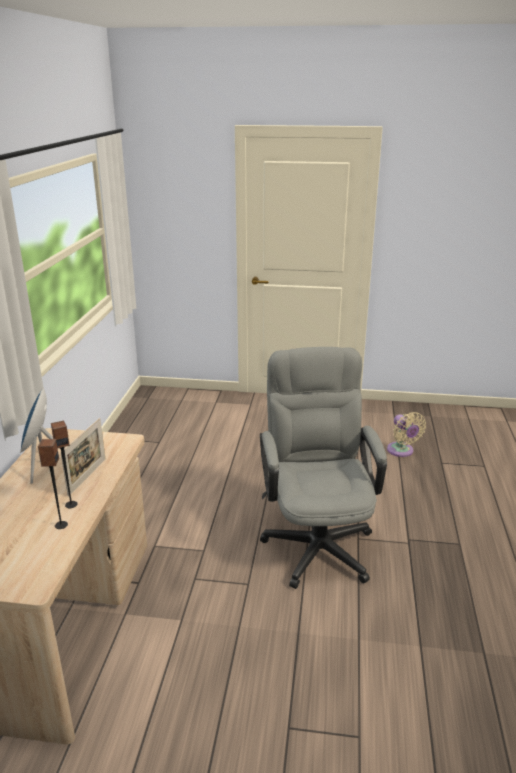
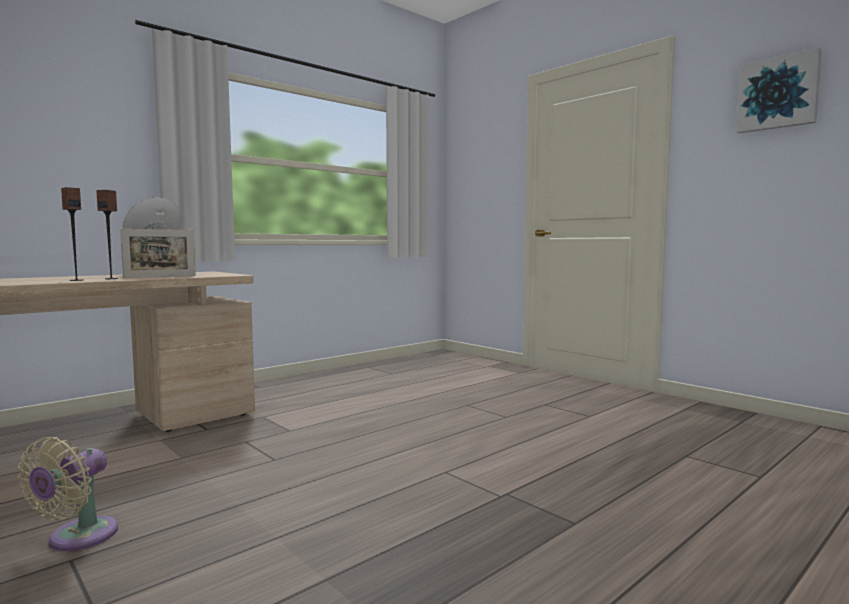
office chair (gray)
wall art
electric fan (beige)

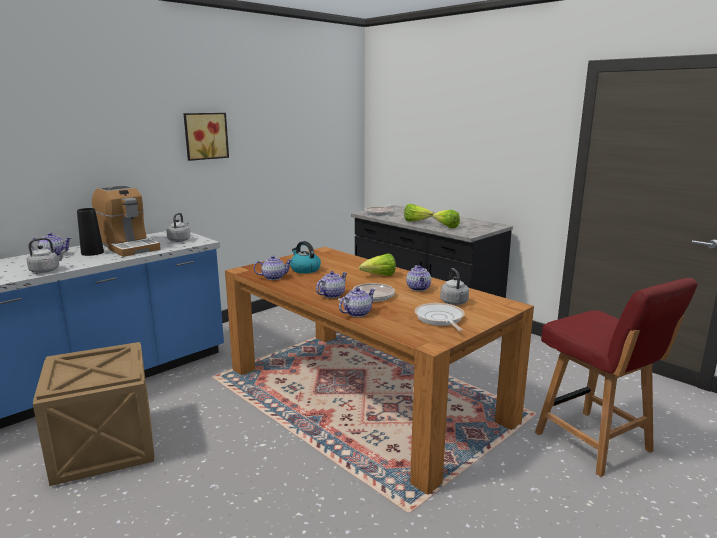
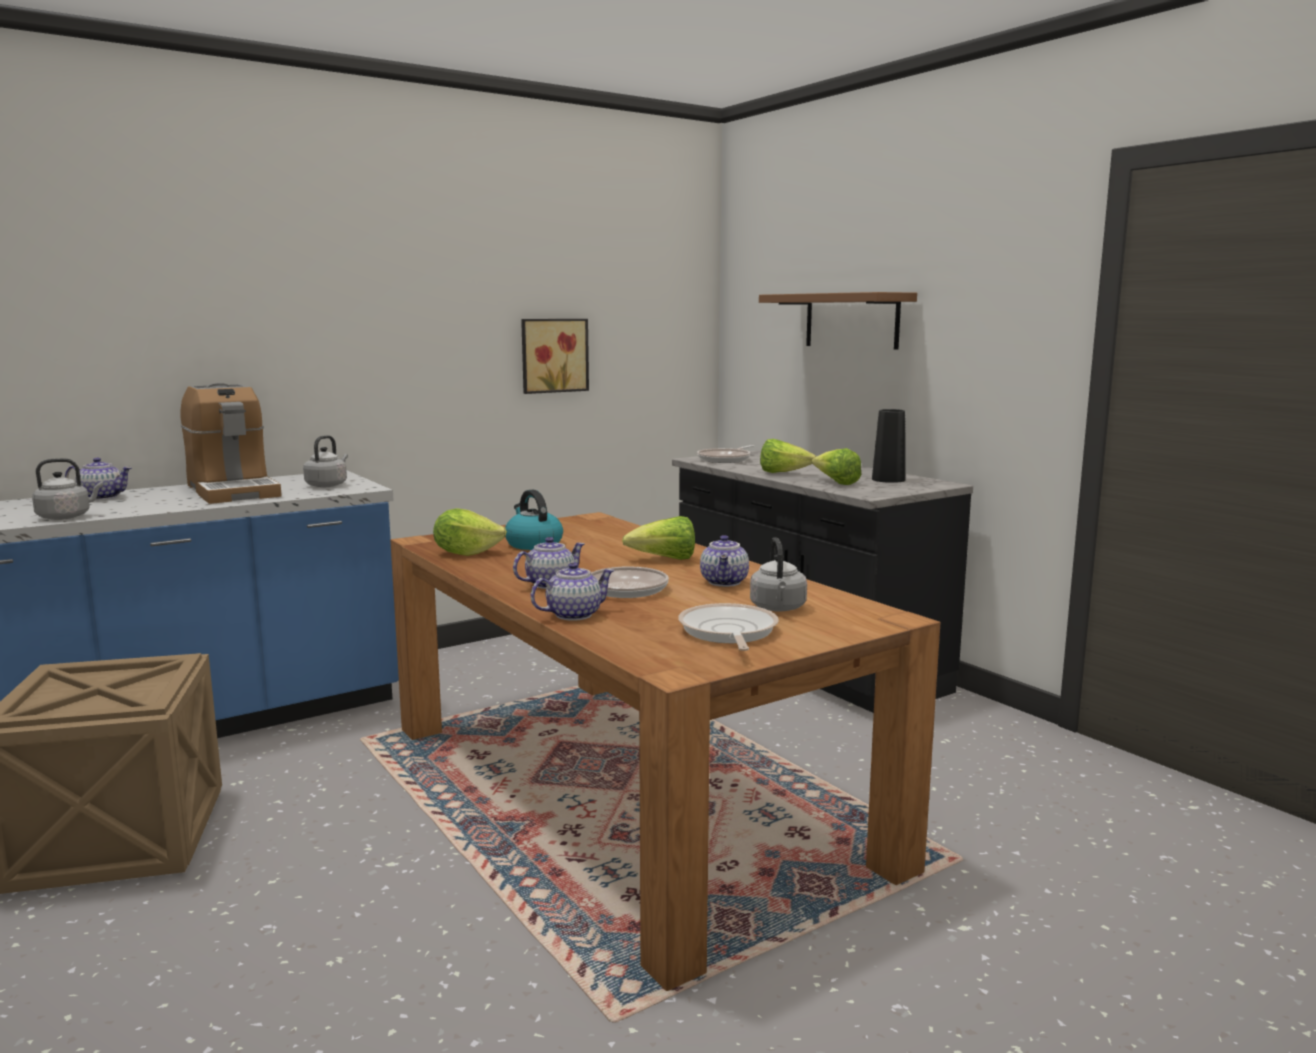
upright chair (red-coloured)
bracket shelf (brown-coloured)
vase (blackish)
wall art
head of lettuce (1st from left)

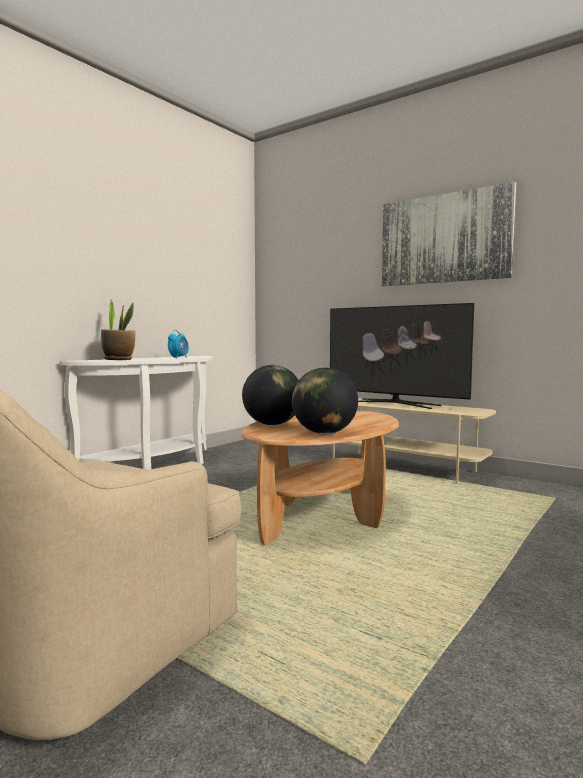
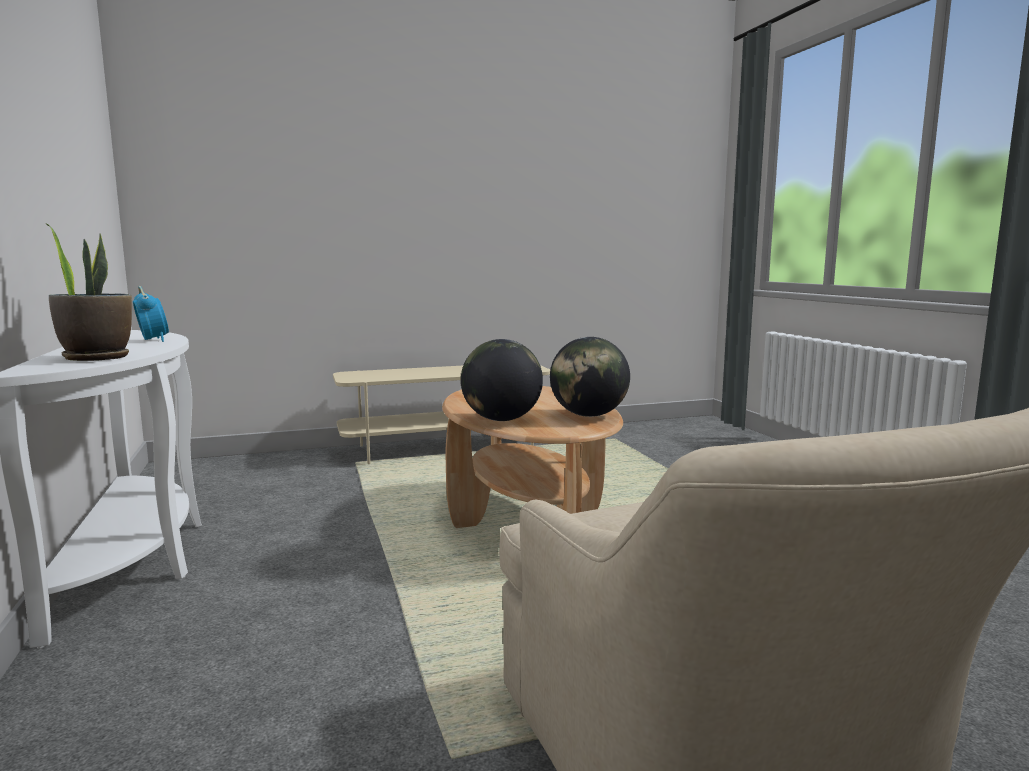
TV
wall art

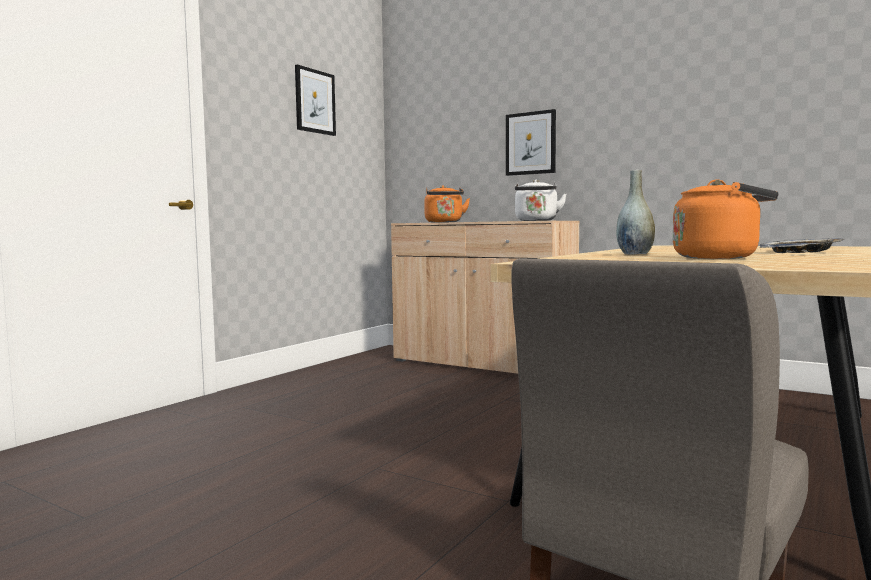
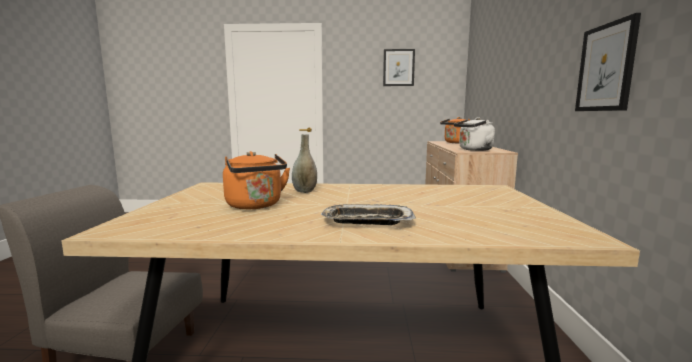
wall art (2nd from left)

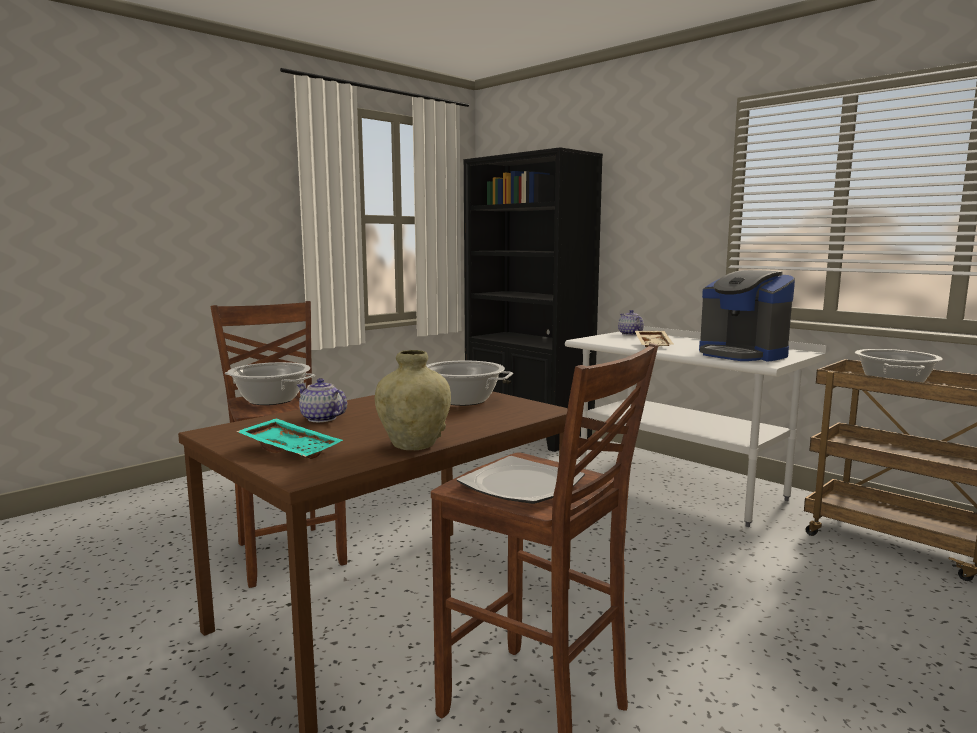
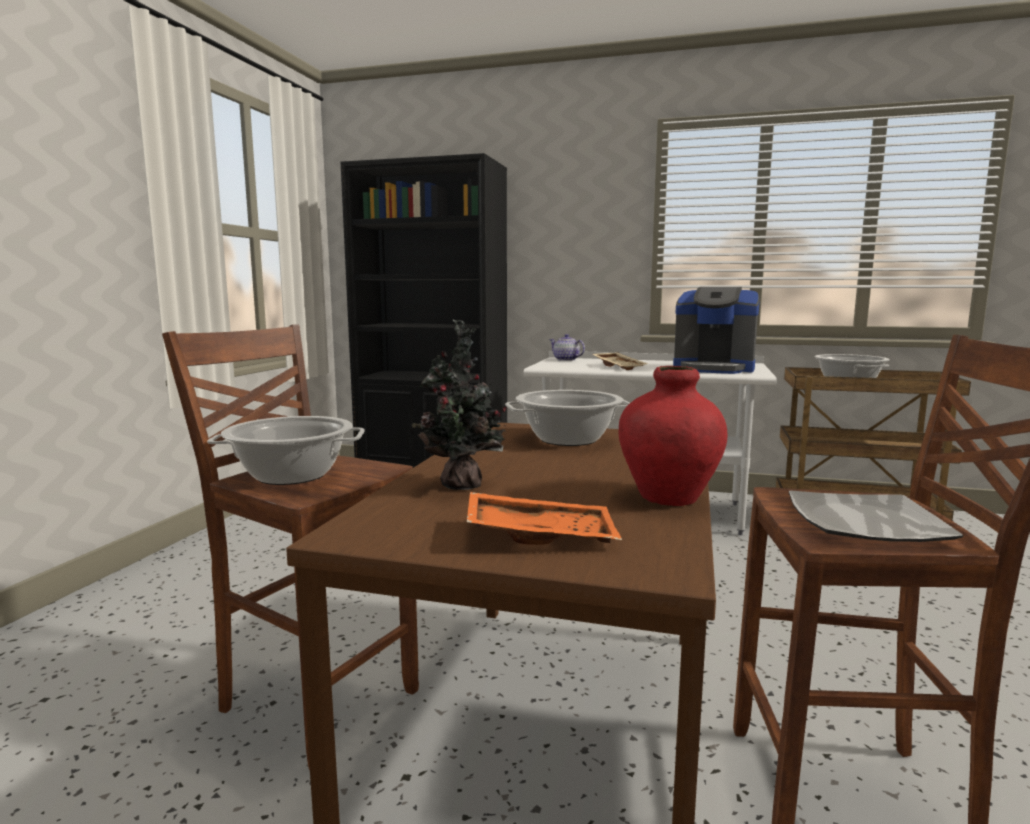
houseplant
serving tray (orange)
vase (red-coloured)

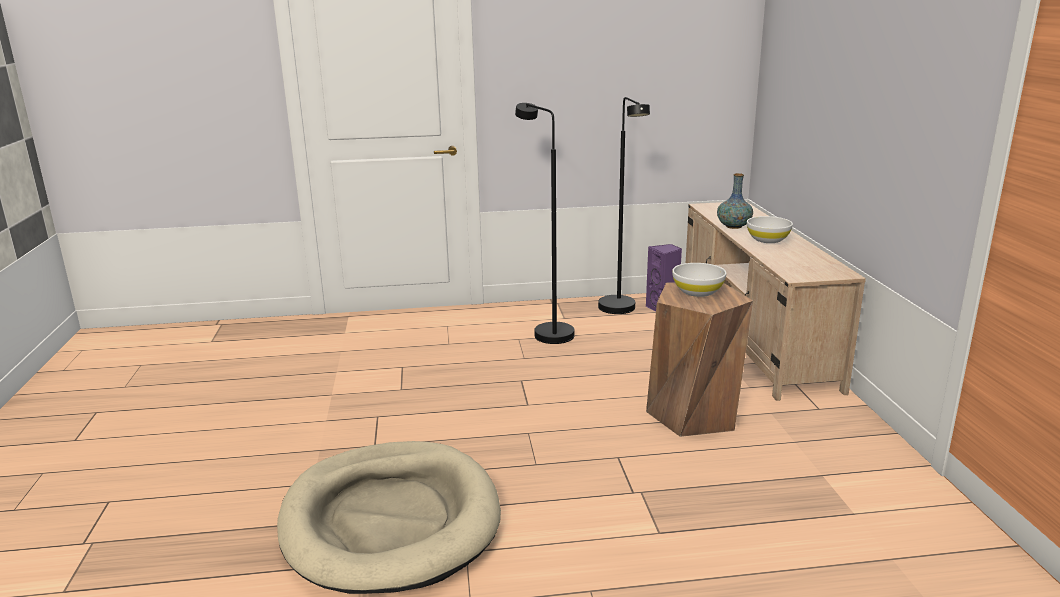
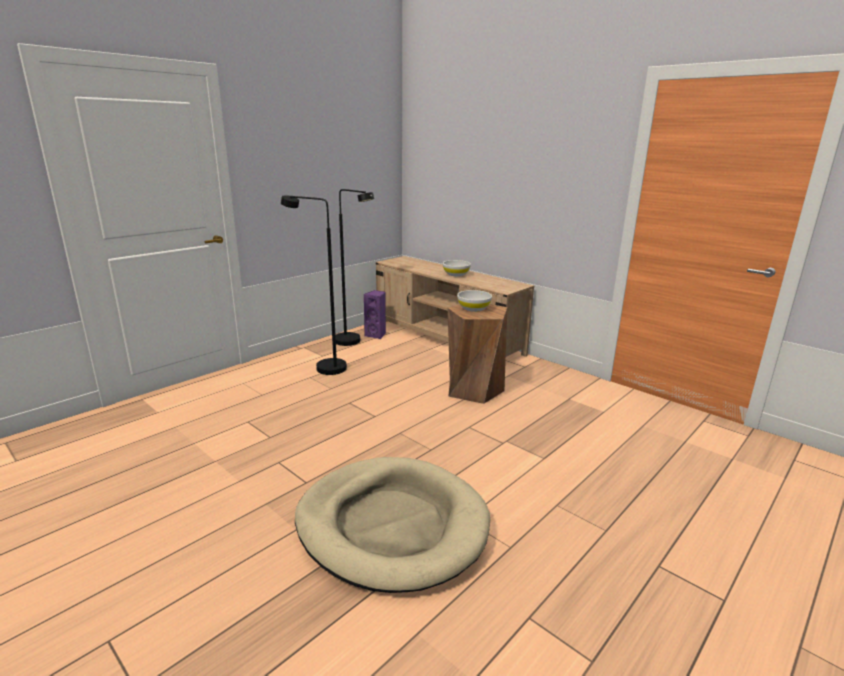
vase

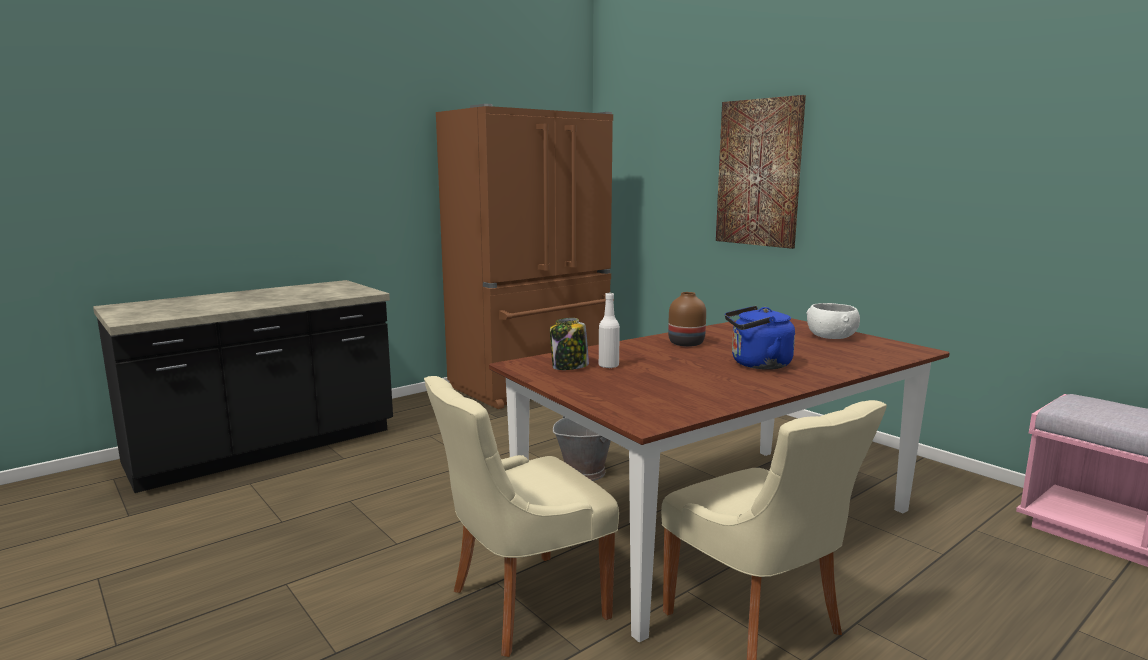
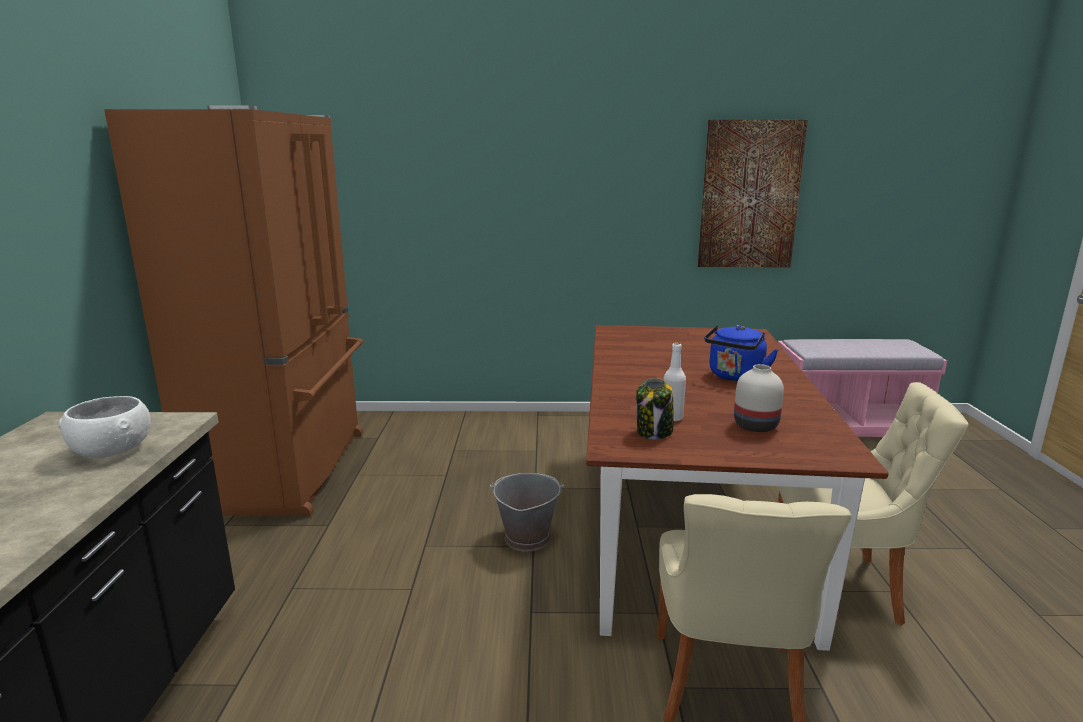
vase (brown-coloured)
vase (whitish)
wall art
bowl (whitish)

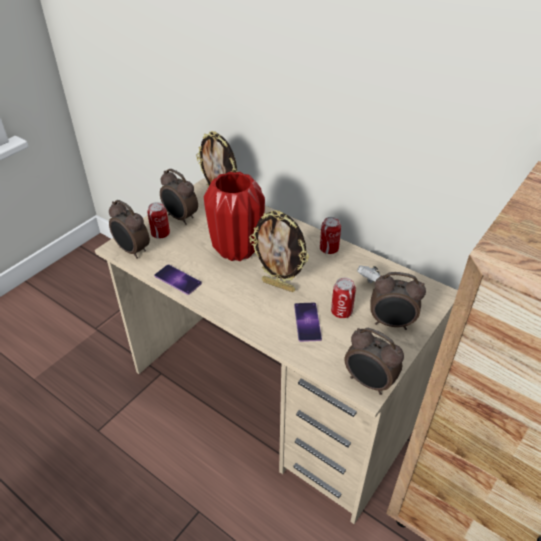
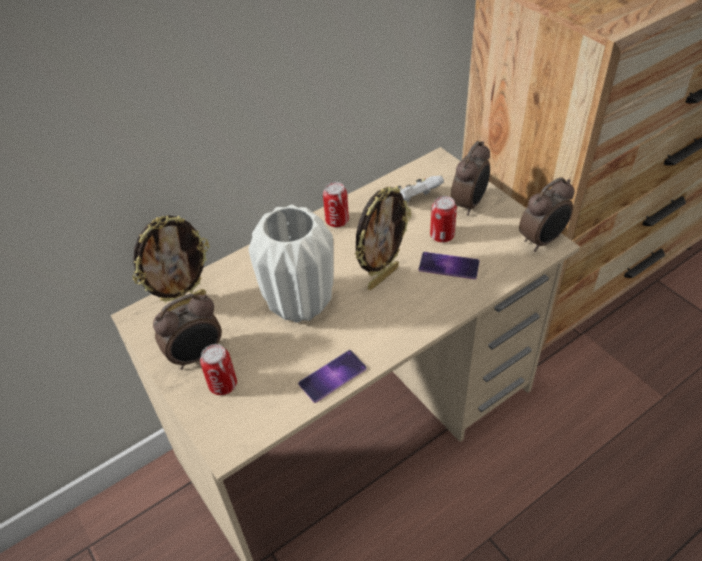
bedside clock (1st from left in the first image)
vase (whitish)

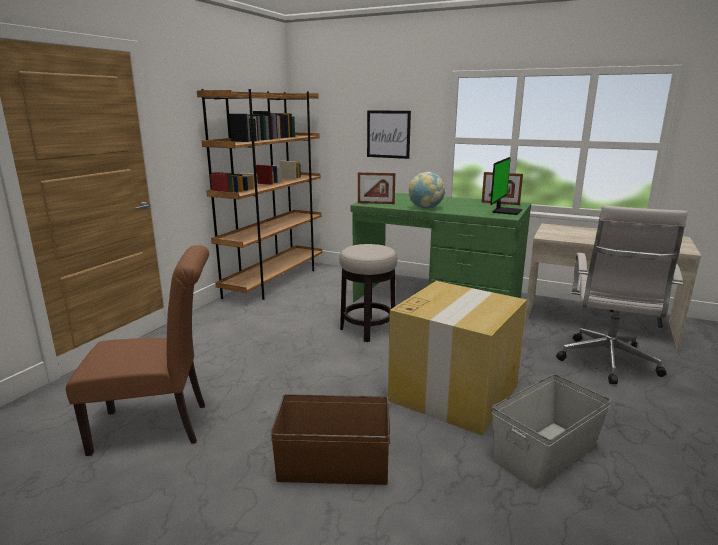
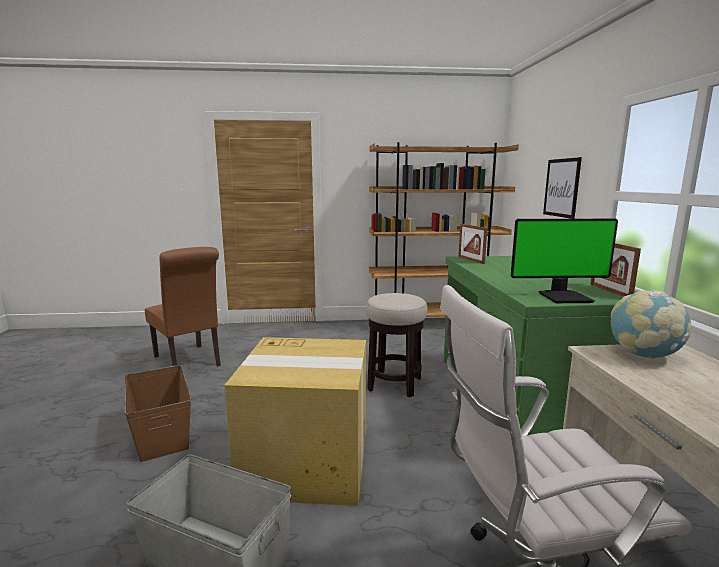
world globe

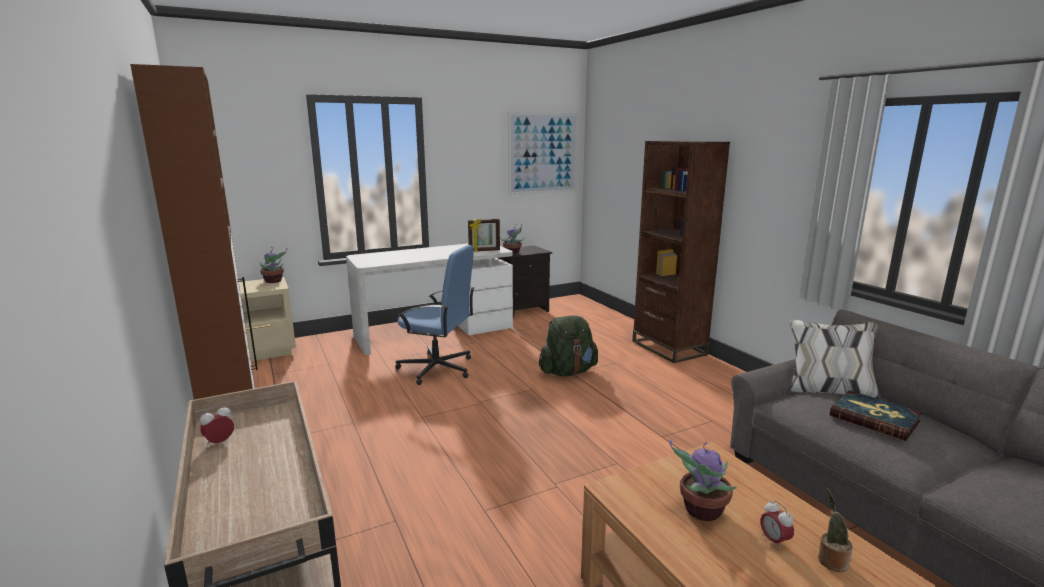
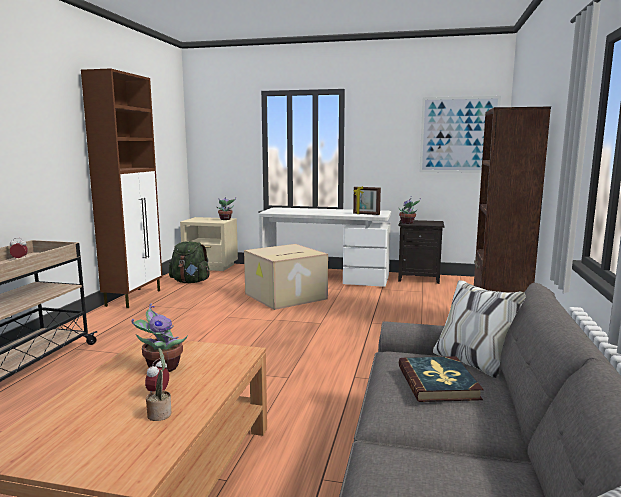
rucksack (green-coloured)
cardboard box

